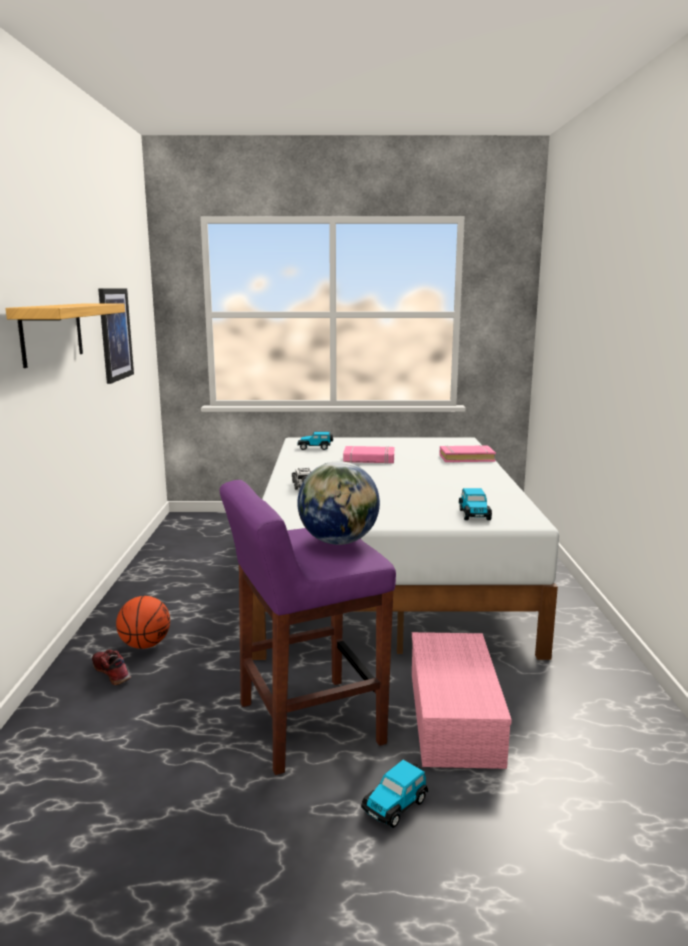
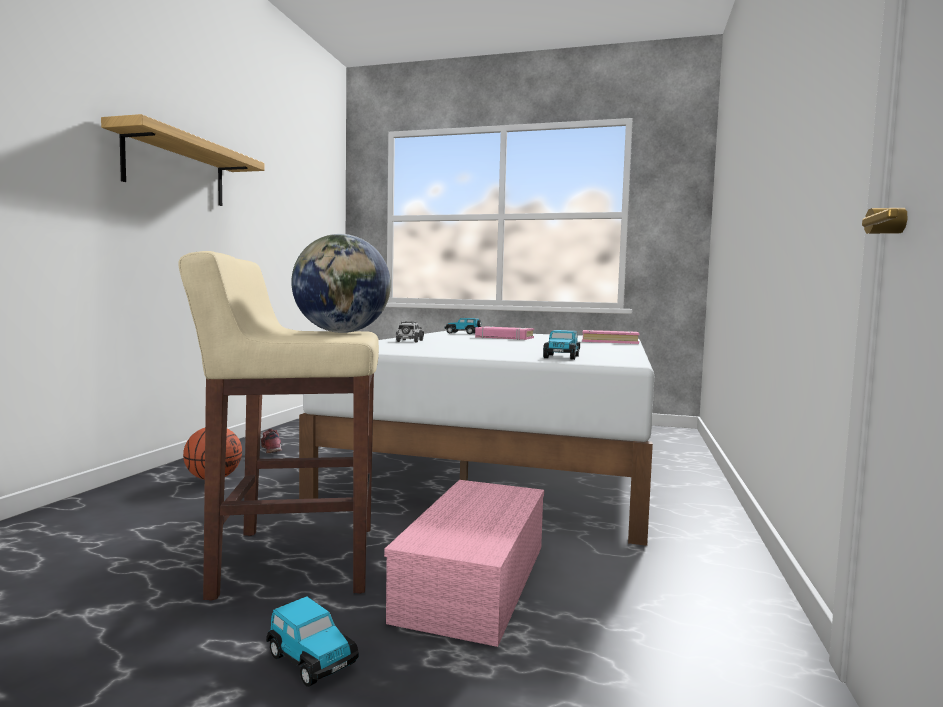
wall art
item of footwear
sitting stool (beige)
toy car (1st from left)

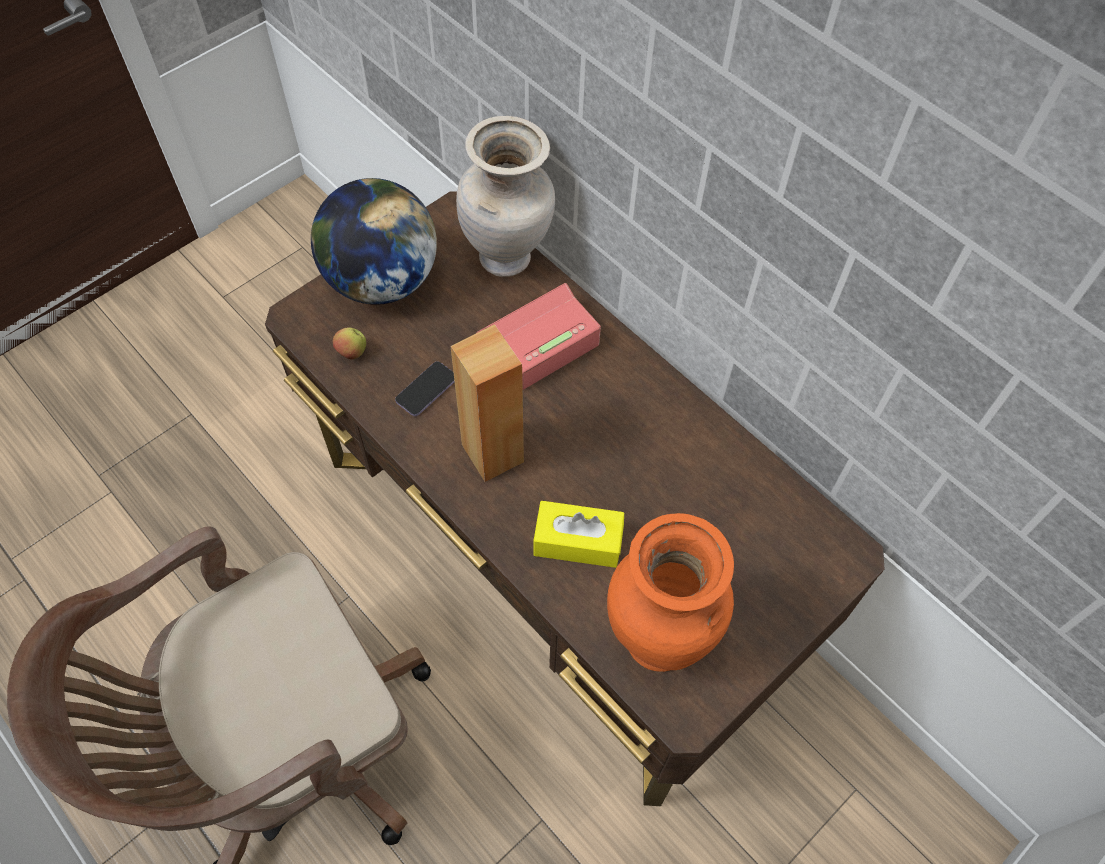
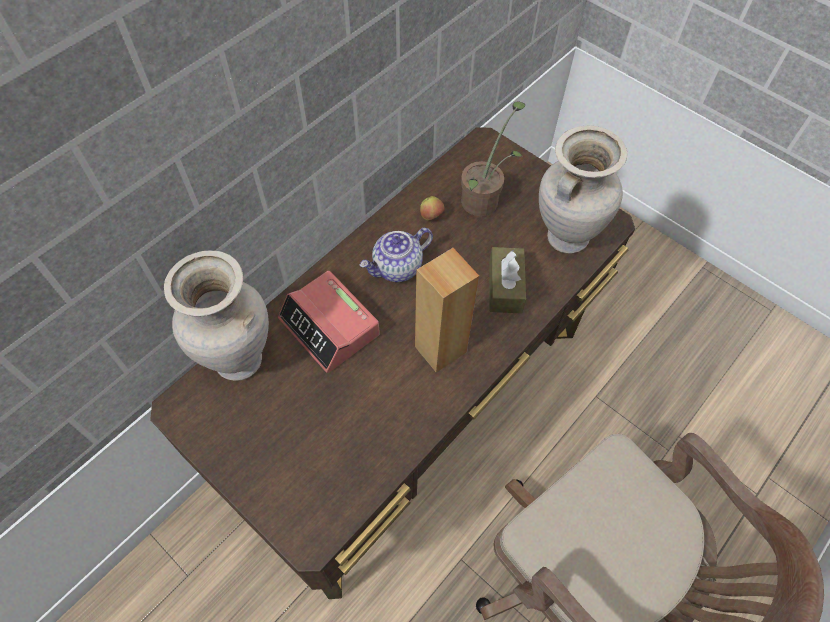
world globe
telephone
pot for tea
houseplant
apple fruit
tissue box (brown-coloured)
vase (beige) (2nd from left)

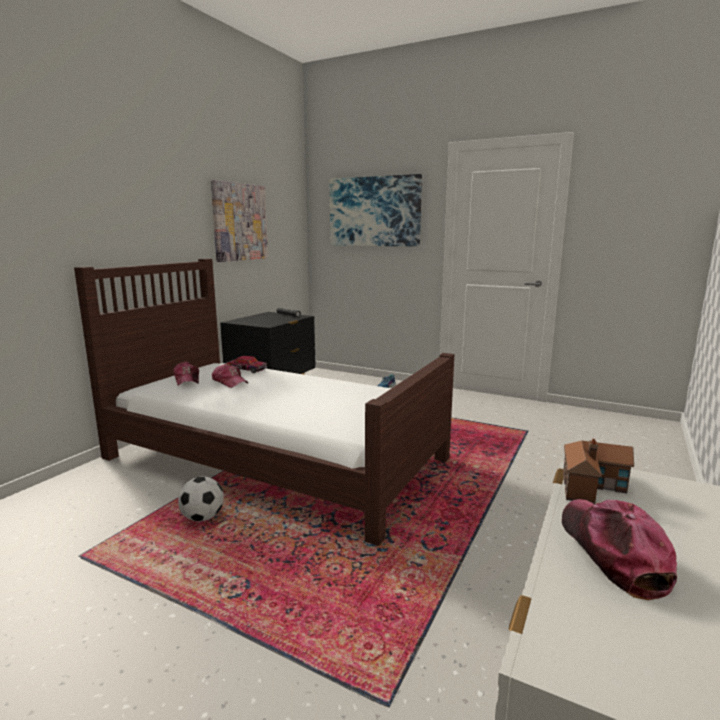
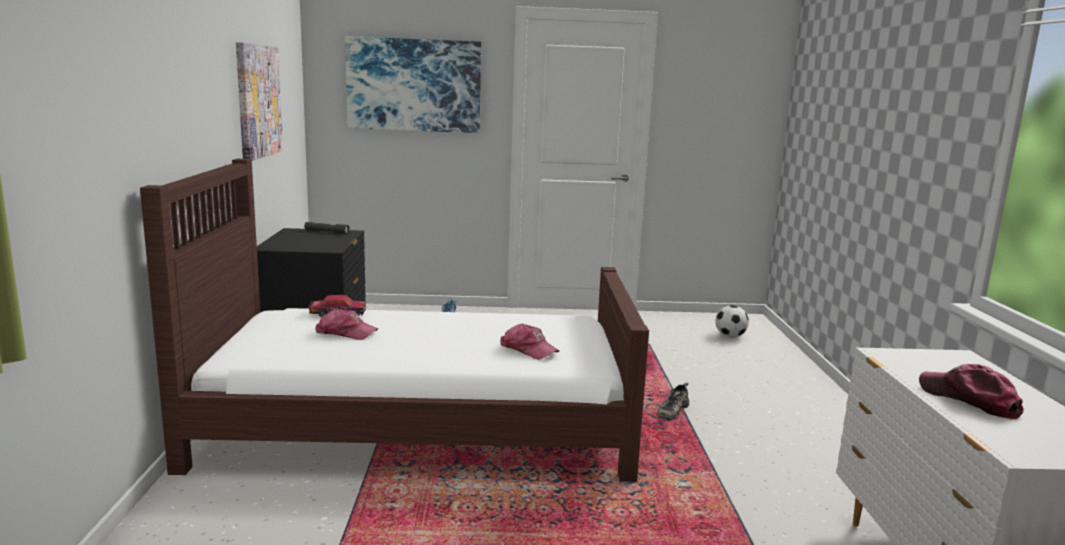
miniature house
item of footwear (2nd from left)
cap (2nd from left)
football ball

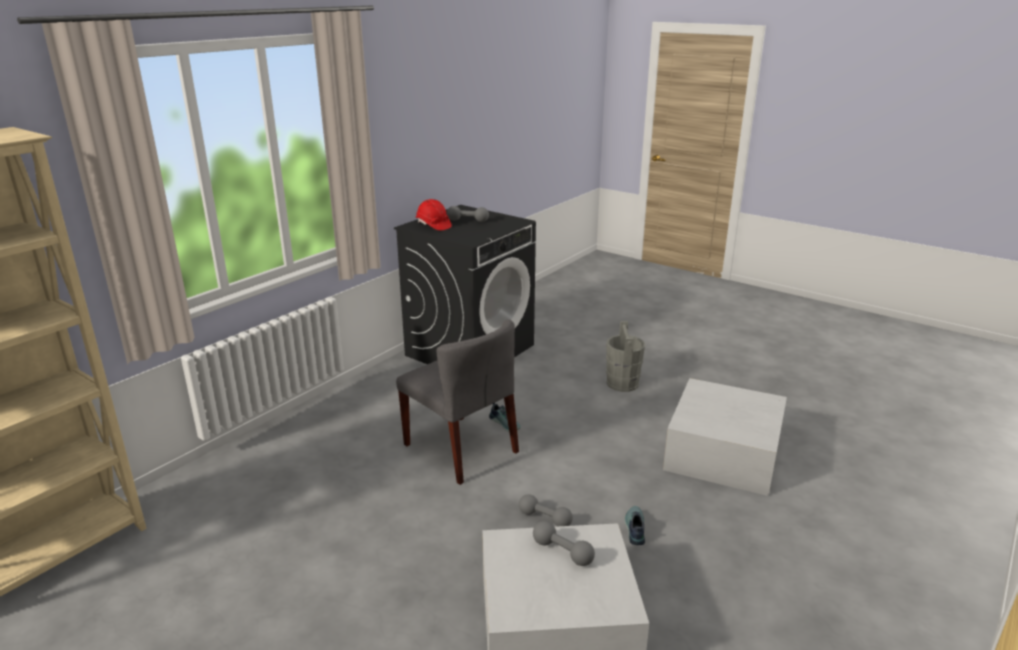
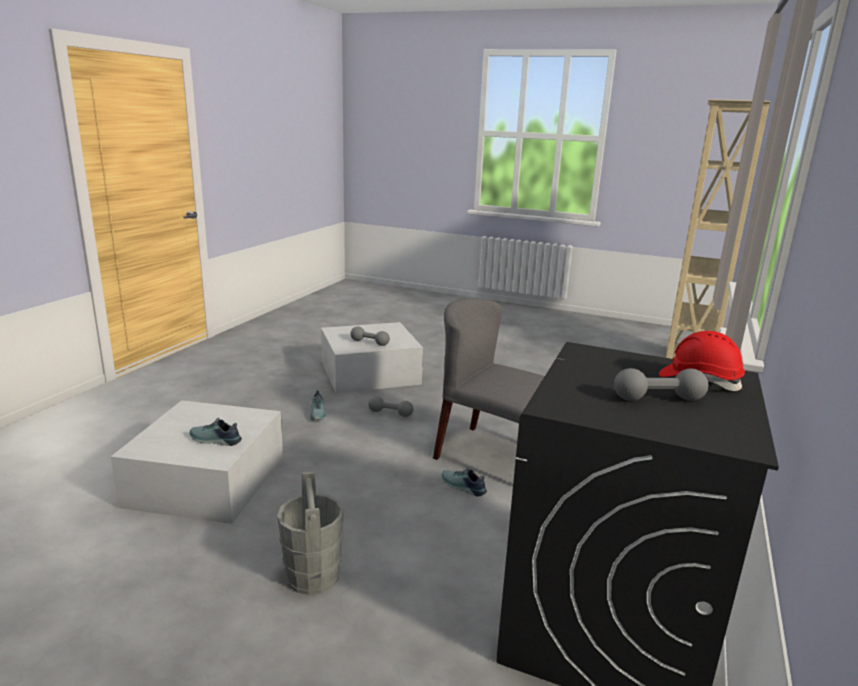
item of footwear (1st from left)

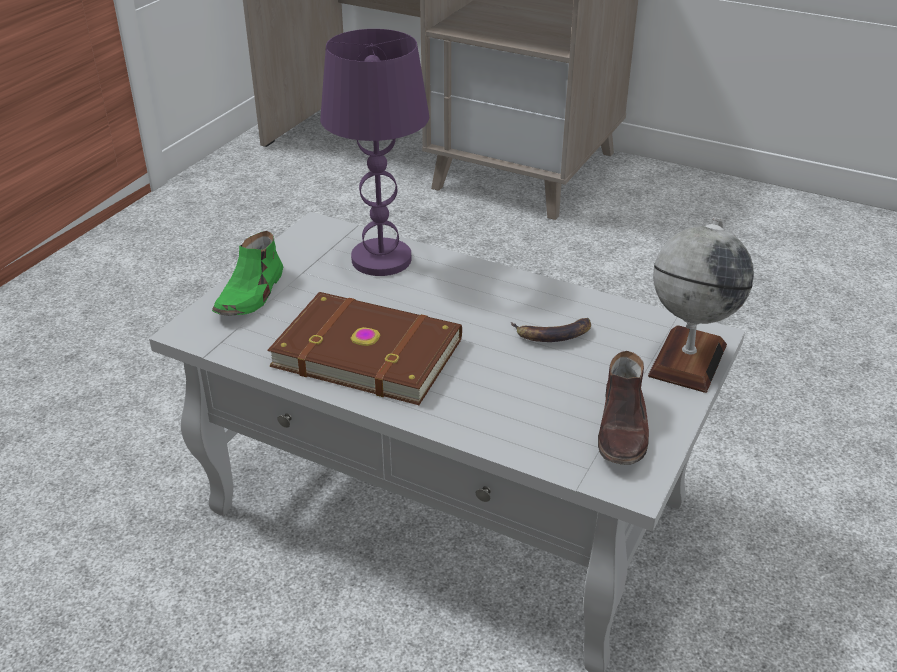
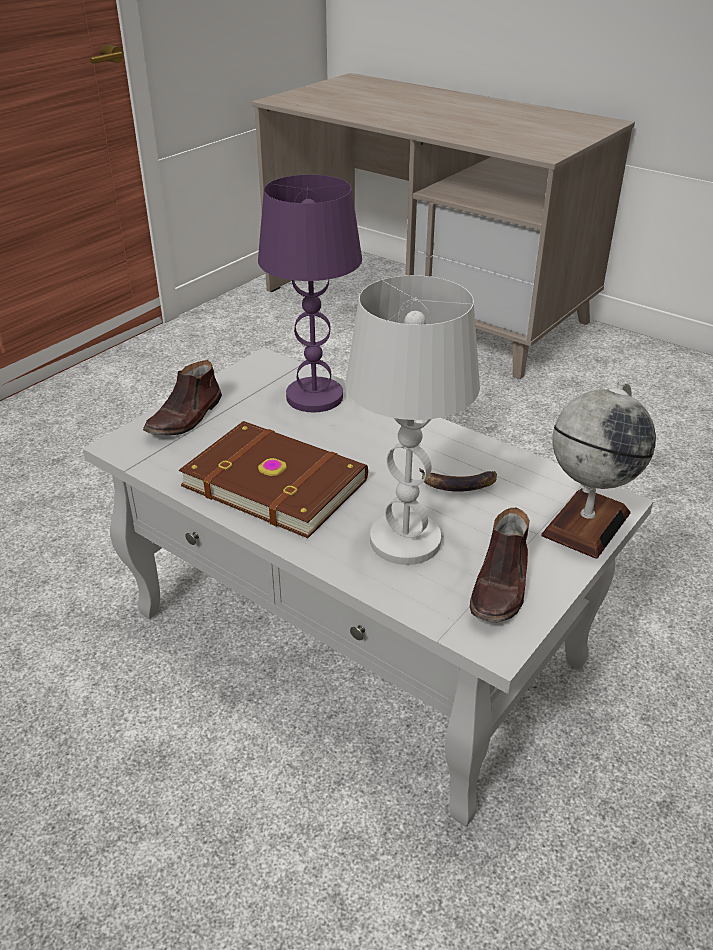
lamp for a table (whitish)
item of footwear (brown-coloured) (1st from left)

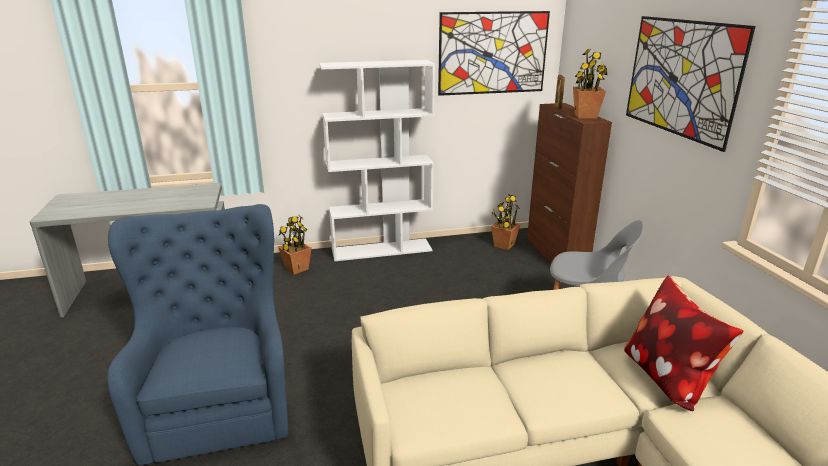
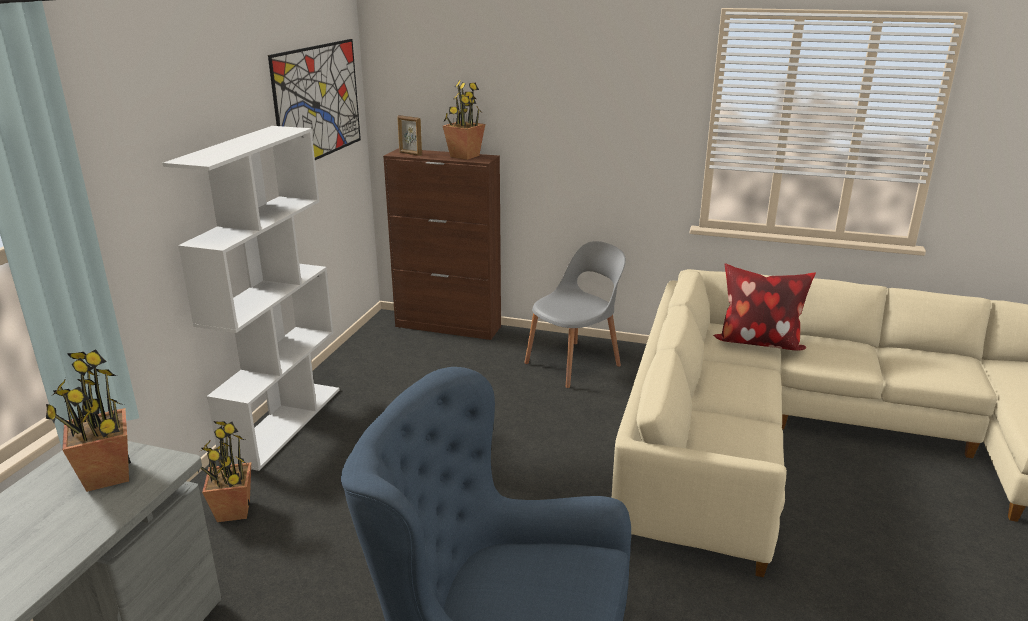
wall art (2nd from left in the first image)
houseplant (1st from left)

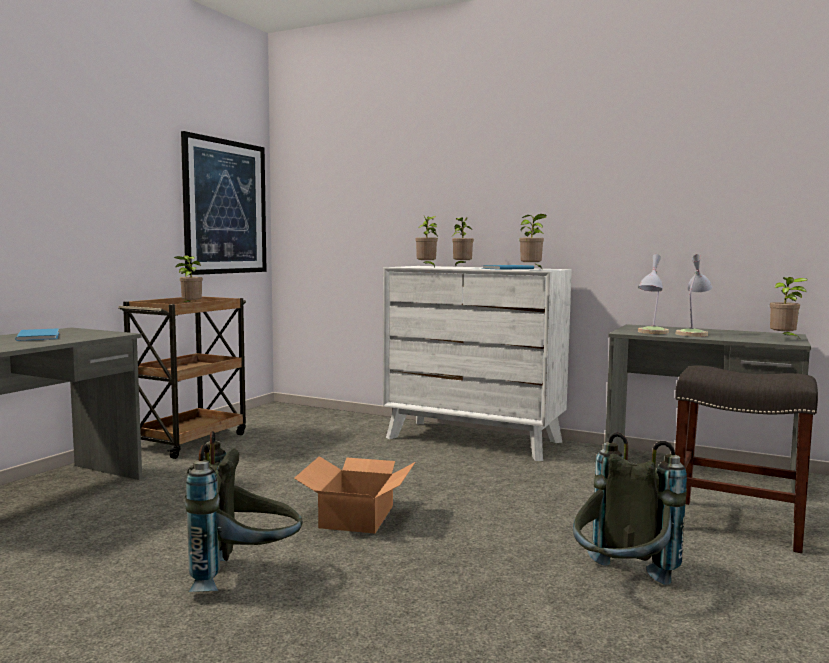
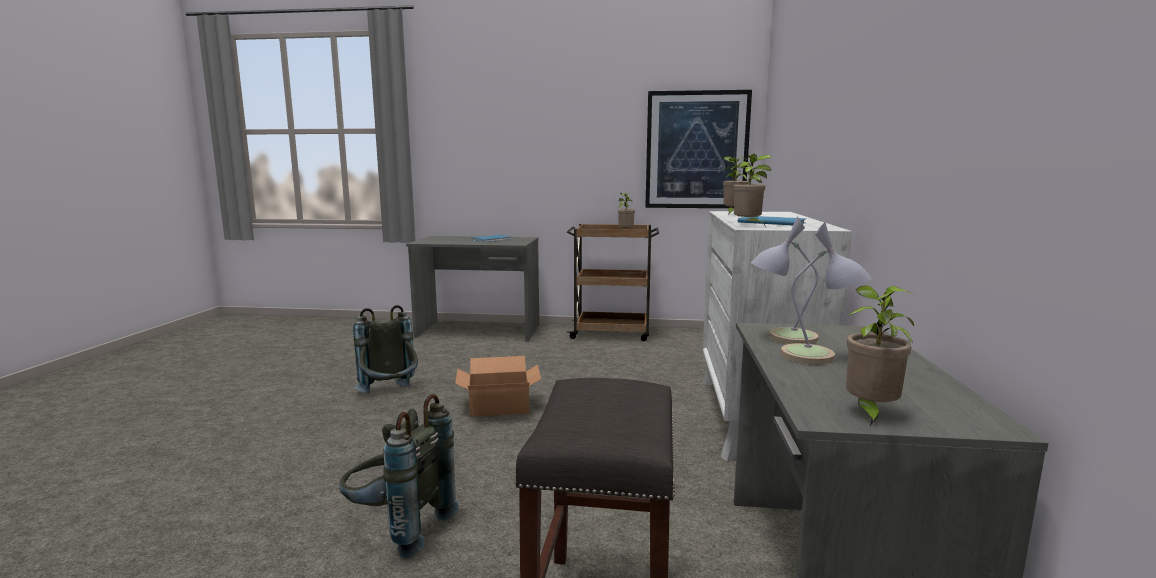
houseplant (3rd from left in the first image)

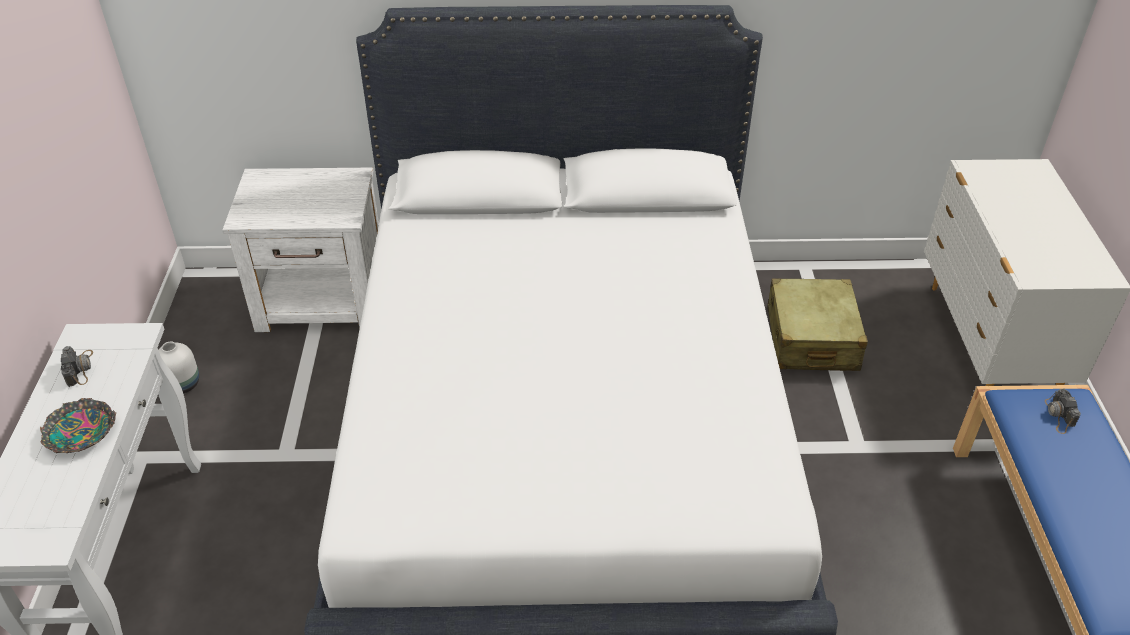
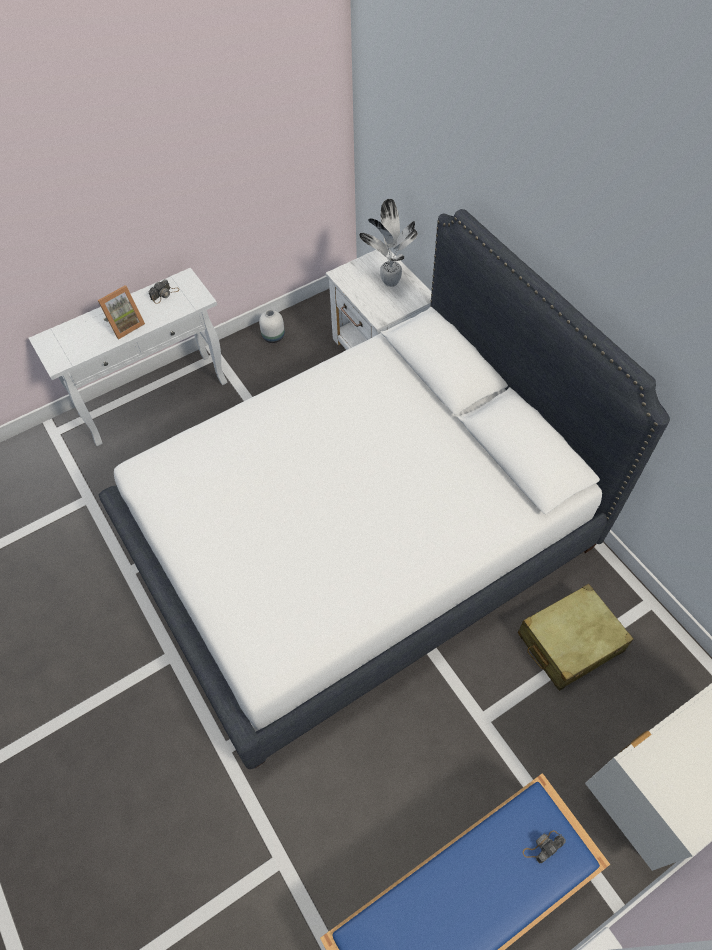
houseplant
photo frame

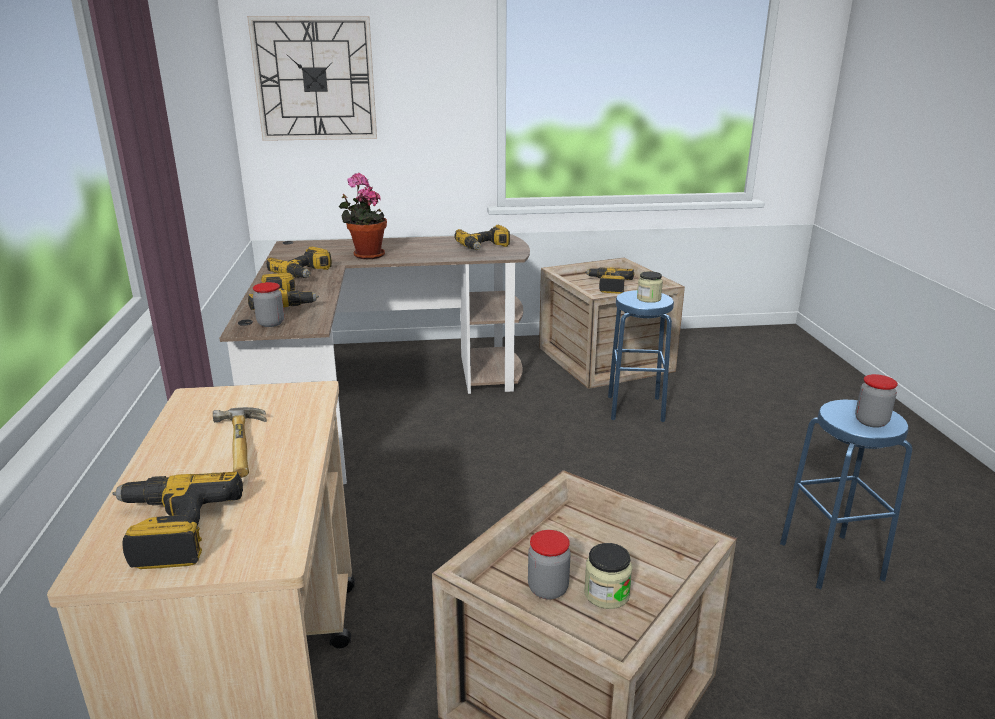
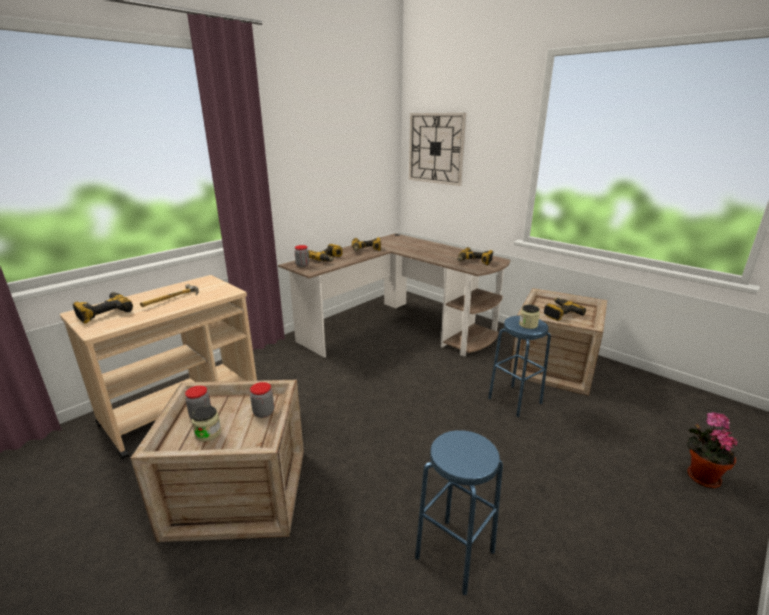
houseplant
jar (3rd from left)

